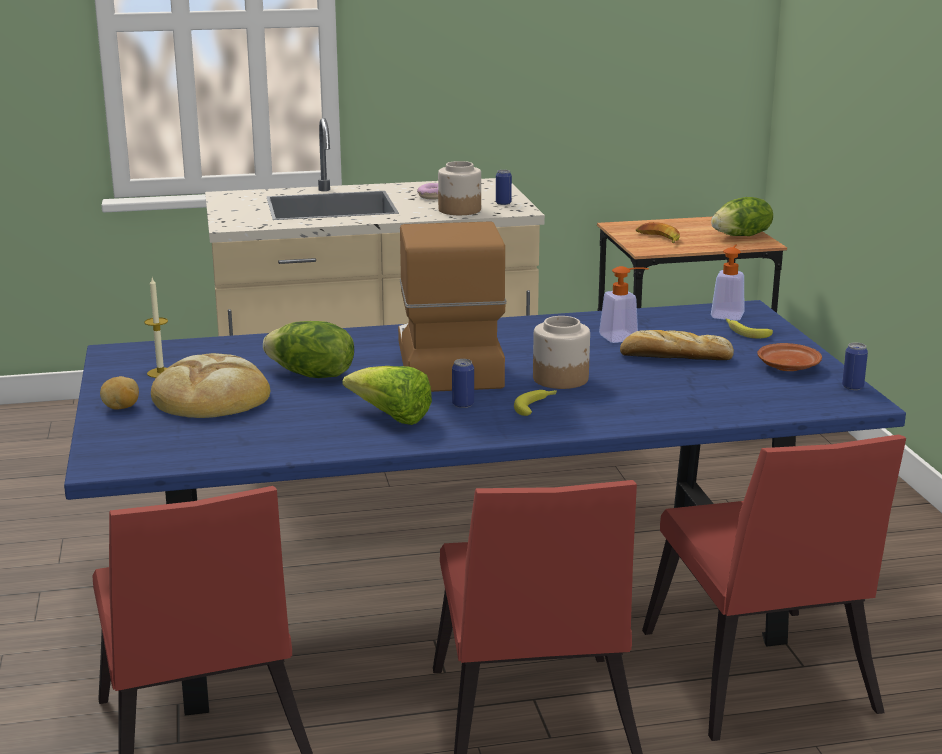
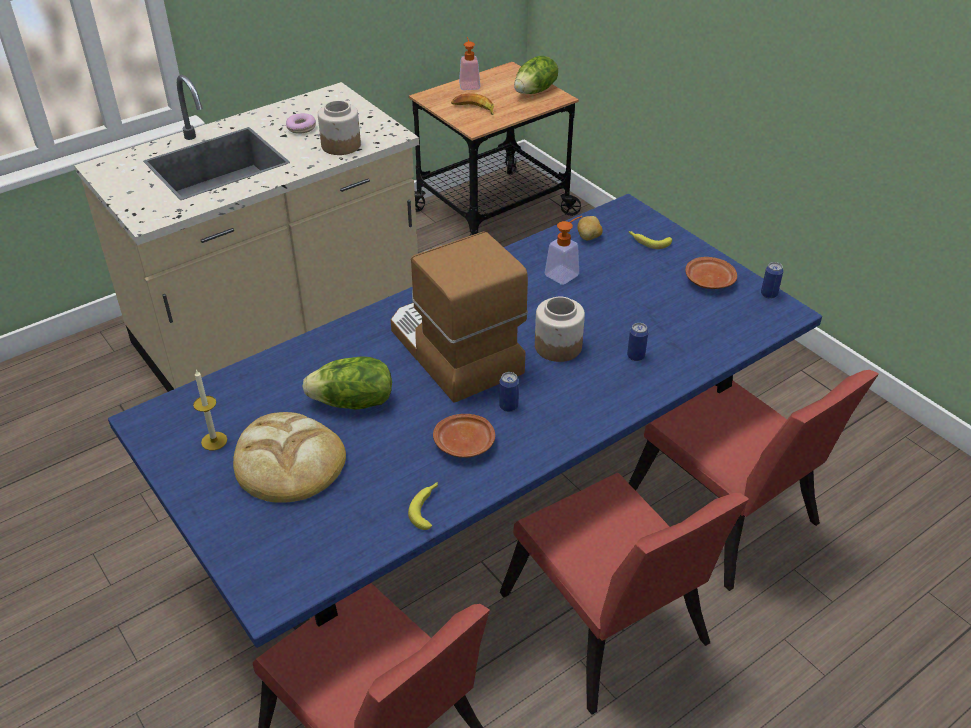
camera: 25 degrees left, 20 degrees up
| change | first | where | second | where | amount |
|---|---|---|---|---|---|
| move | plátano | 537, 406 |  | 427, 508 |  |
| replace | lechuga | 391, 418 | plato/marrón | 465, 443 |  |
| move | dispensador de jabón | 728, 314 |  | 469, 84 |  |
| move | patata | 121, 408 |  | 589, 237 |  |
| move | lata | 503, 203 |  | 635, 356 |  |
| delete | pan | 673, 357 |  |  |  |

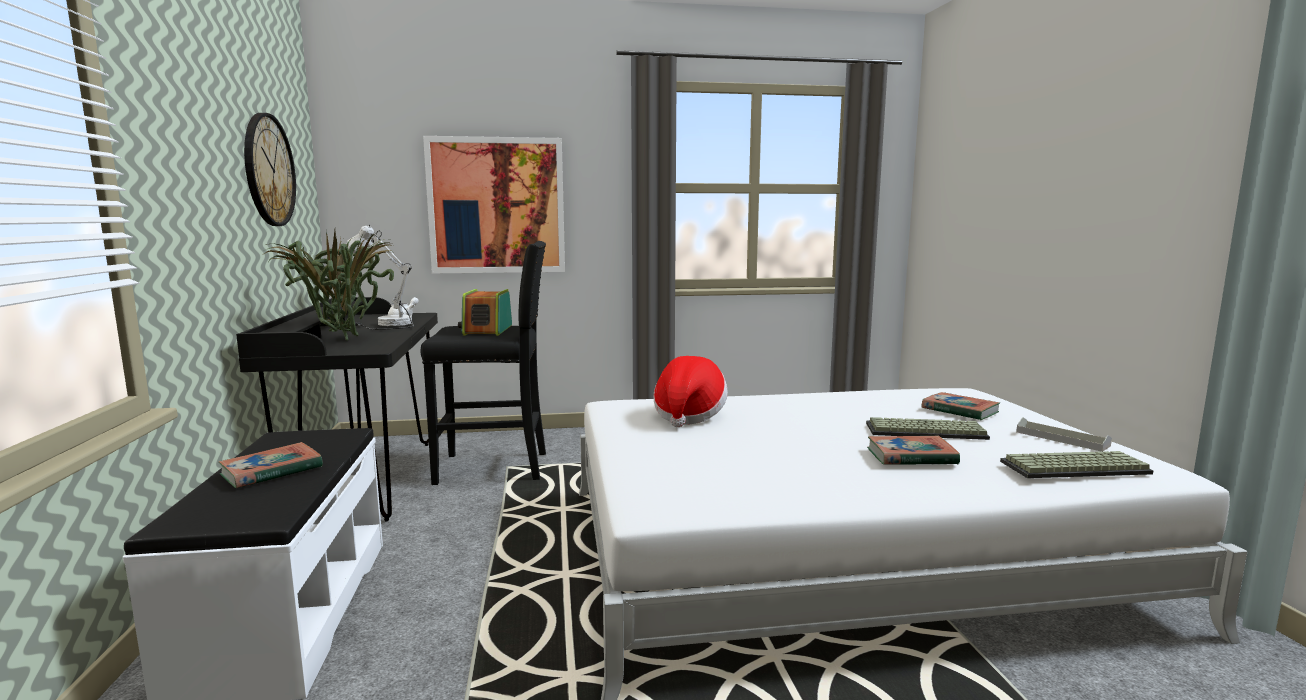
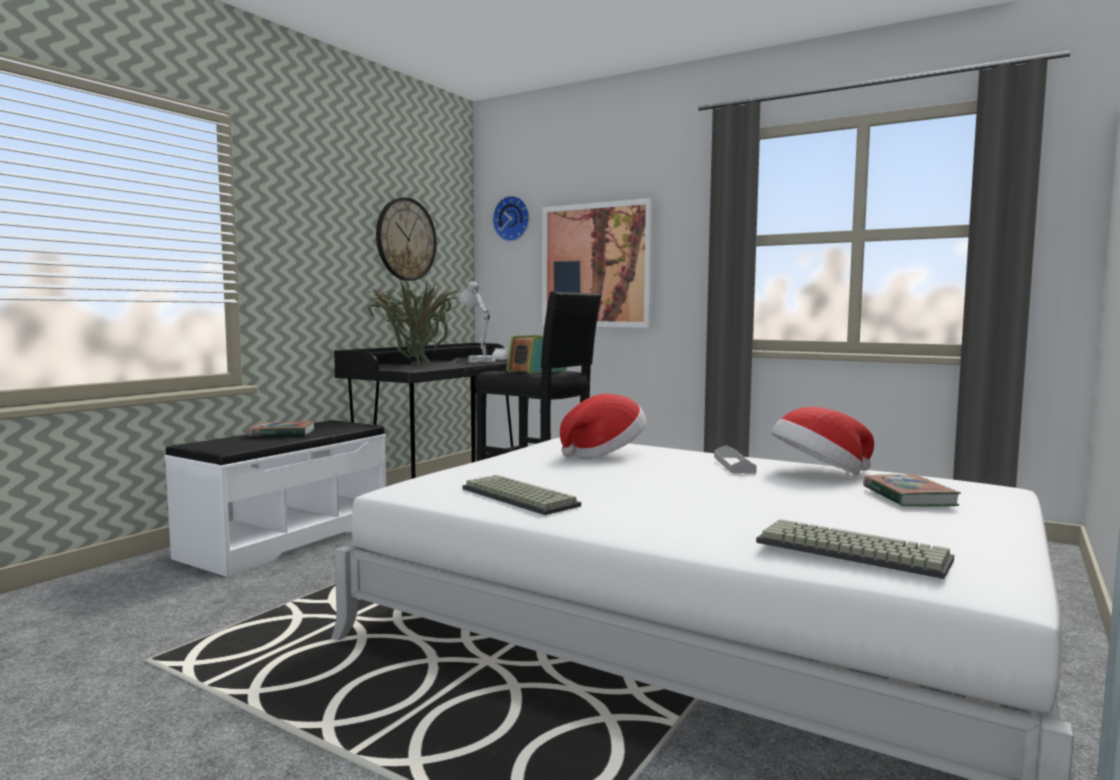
camera: 40 degrees right, 5 degrees down
| change | first | where | second | where | amount |
|---|---|---|---|---|---|
| move | teclado | 924, 431 |  | 516, 497 |  |
| insert |  |  | reloj de pared | 513, 219 |  |
| move | bandeja/gris | 1062, 439 |  | 734, 465 |  |
| insert |  |  | sombrero | 819, 474 |  |
| delete | libro | 911, 456 |  |  |  |

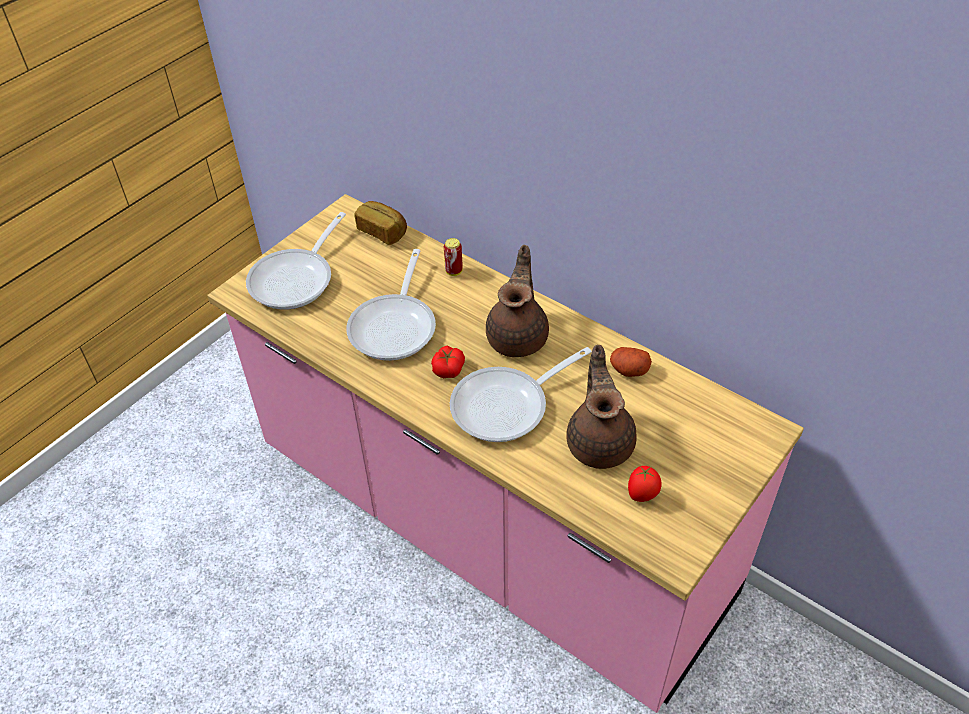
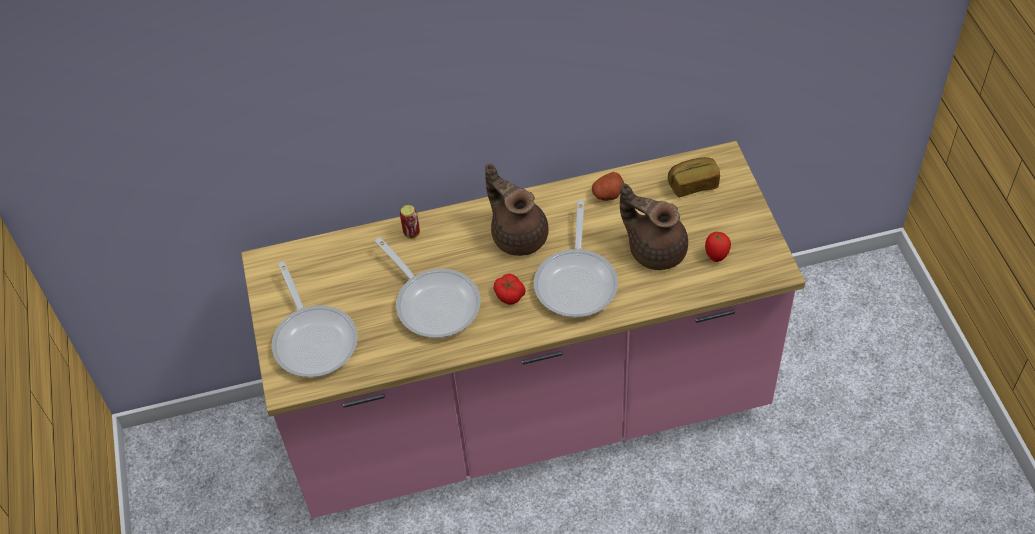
camera: 50 degrees left, 5 degrees up
| change | first | where | second | where | amount |
|---|---|---|---|---|---|
| move | pan | 383, 231 |  | 693, 184 |  |

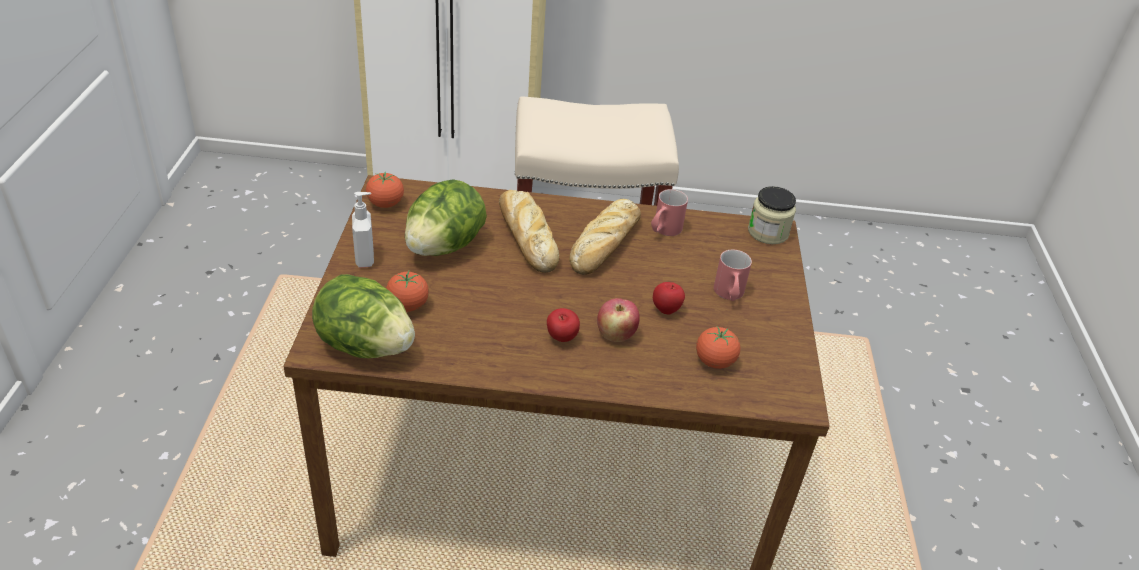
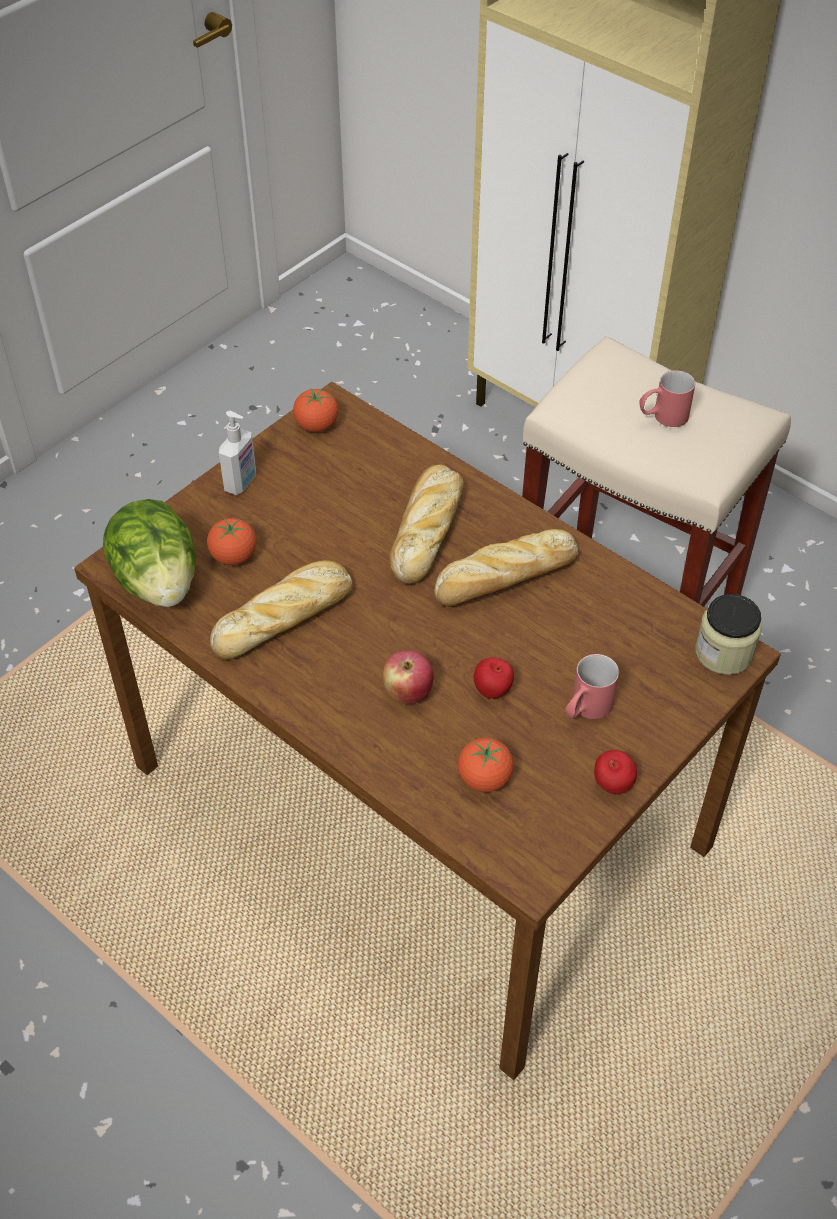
camera: 40 degrees right, 10 degrees up
| change | first | where | second | where | amount |
|---|---|---|---|---|---|
| insert |  |  | pan | 285, 616 |  |
| move | manzana | 561, 339 |  | 612, 785 |  |
| move | taza grande/rojo | 663, 231 |  | 662, 417 |  |
| delete | lechuga | 444, 246 |  |  |  |

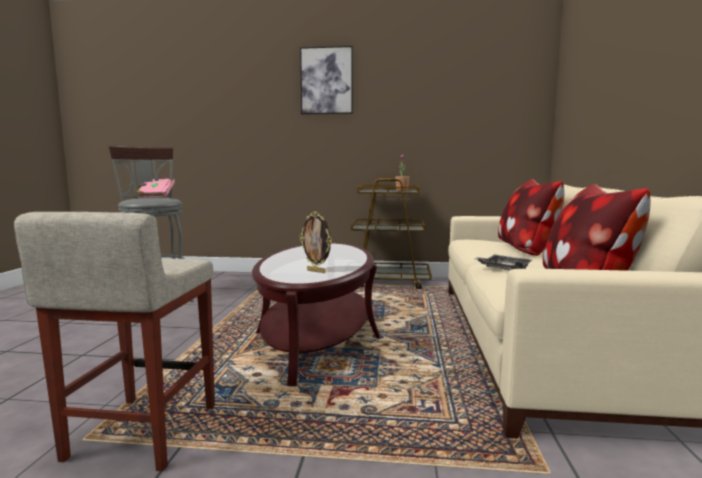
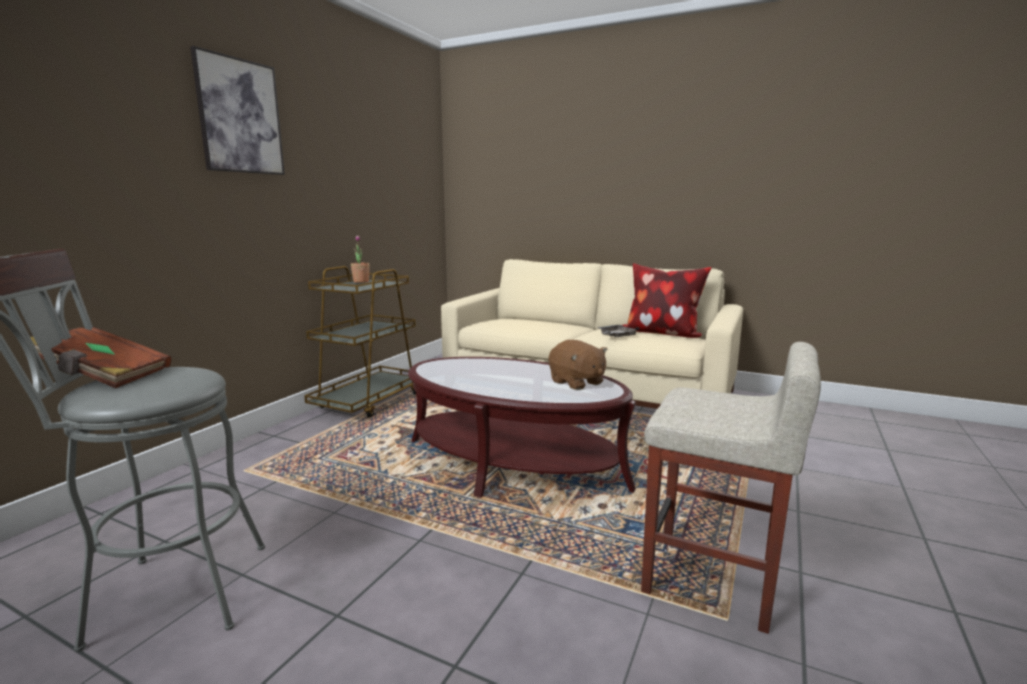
camera: 70 degrees left, 5 degrees up
| change | first | where | second | where | amount |
|---|---|---|---|---|---|
| recolor | libro/rosa | 156, 197 | libro/marrón | 104, 376 |  |
| replace | portarretratos | 316, 271 | peluche/marrón | 576, 382 |  |
| delete | cojín | 527, 249 |  |  |  |

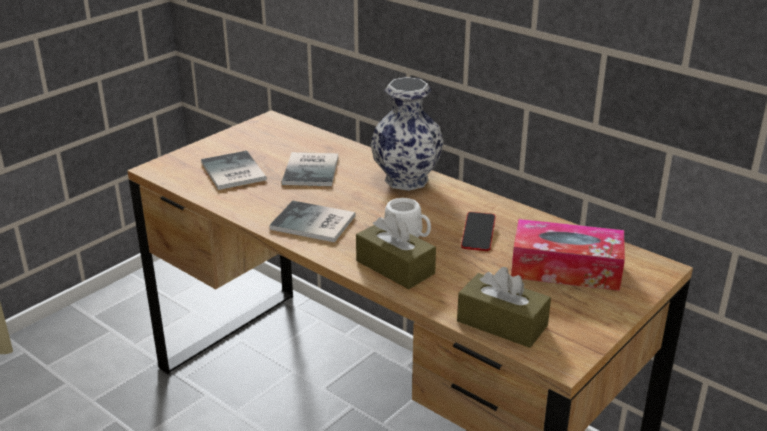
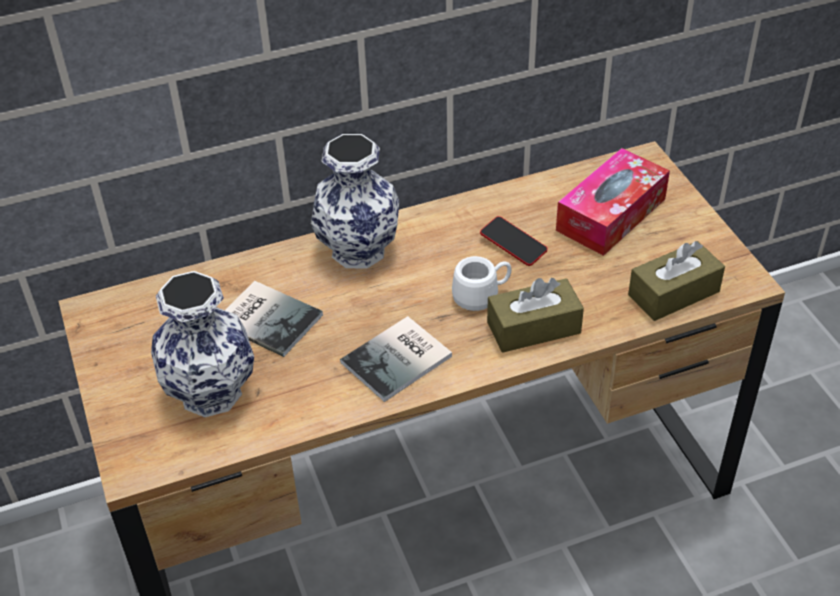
camera: 60 degrees left, 15 degrees up
| change | first | where | second | where | amount |
|---|---|---|---|---|---|
| replace | libro | 232, 172 | florero | 211, 394 |  |

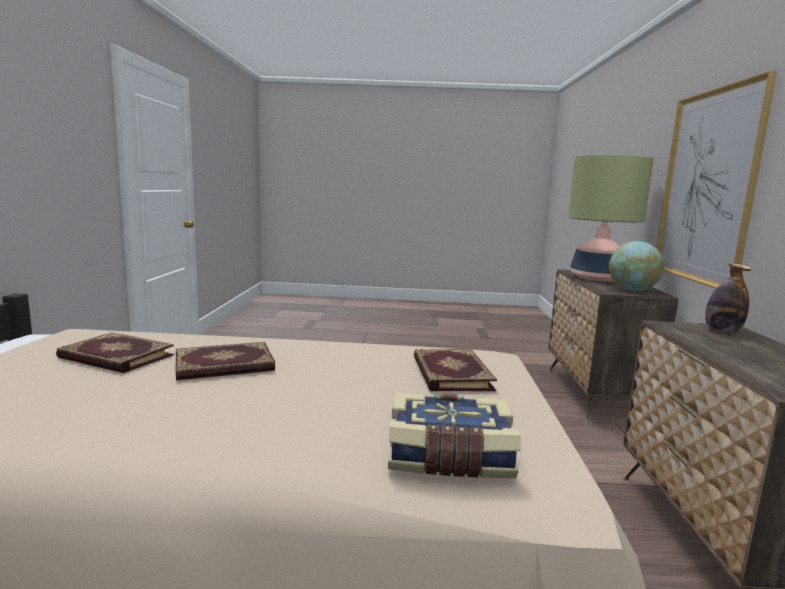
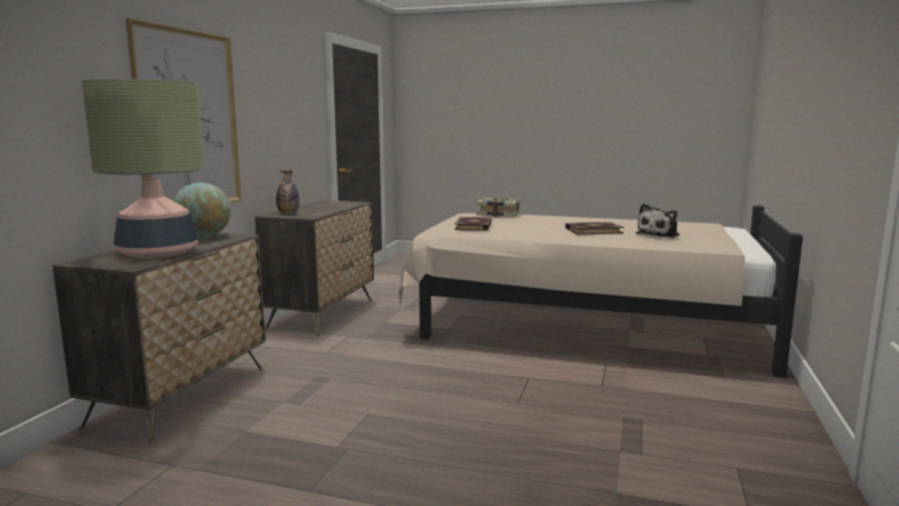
camera: 165 degrees left, 0 degrees up
| change | first | where | second | where | amount |
|---|---|---|---|---|---|
| replace | libro | 115, 357 | peluche | 659, 235 |  |

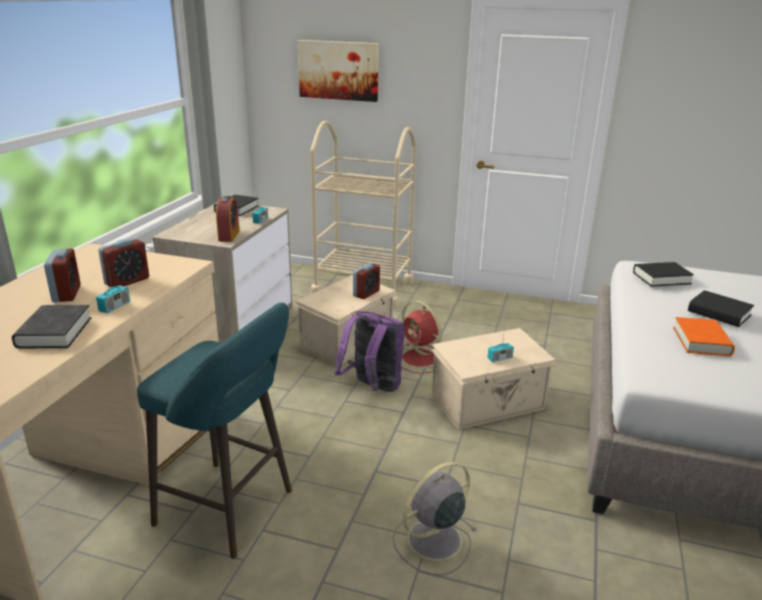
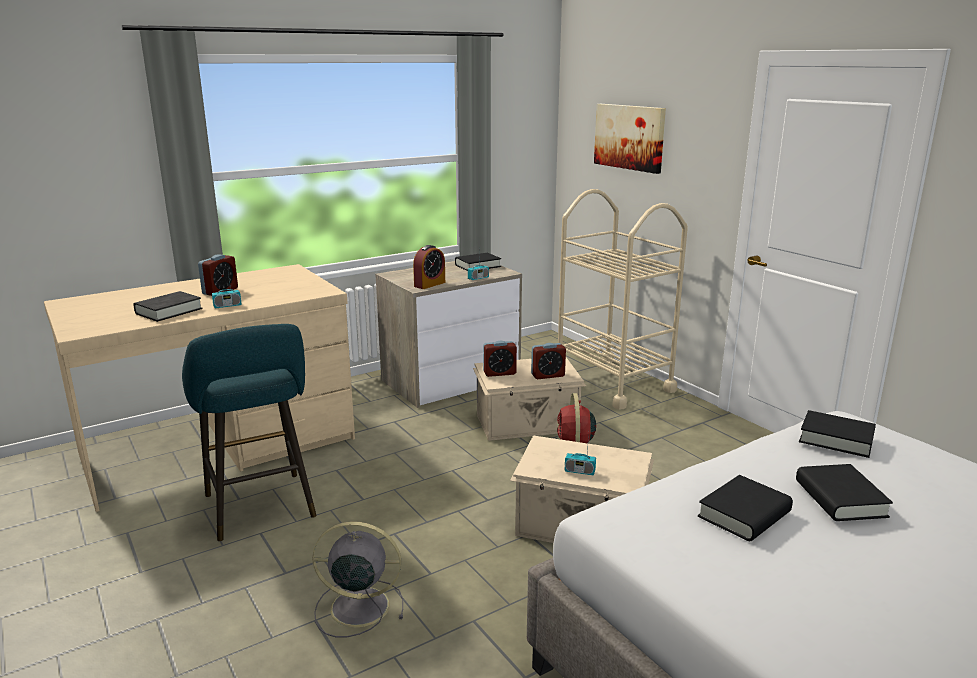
camera: 40 degrees right, 5 degrees down
| change | first | where | second | where | amount |
|---|---|---|---|---|---|
| move | despertador | 127, 281 |  | 499, 373 |  |
| recolor | libro/naranja | 701, 341 | libro/negro | 744, 515 |  |
| delete | mochila/morado | 372, 388 |  |  |  |

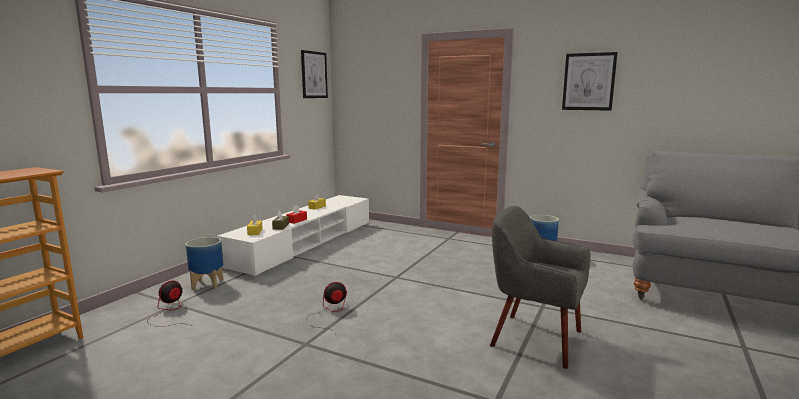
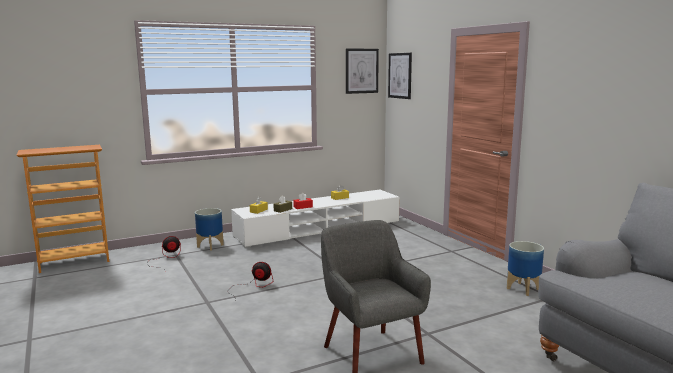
camera: 35 degrees right, 0 degrees up
| change | first | where | second | where | amount |
|---|---|---|---|---|---|
| move | cuadro | 588, 81 |  | 400, 75 |  |

